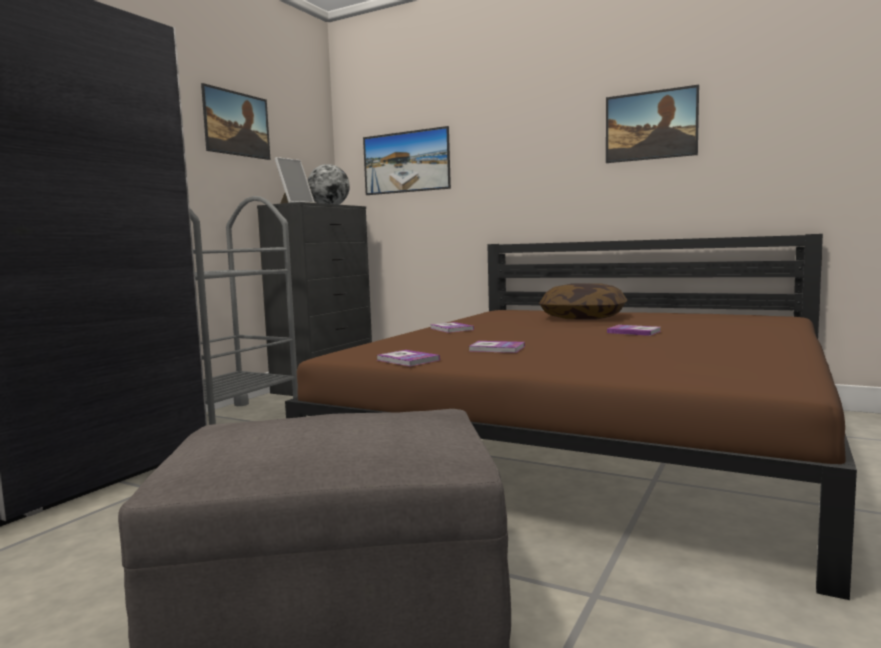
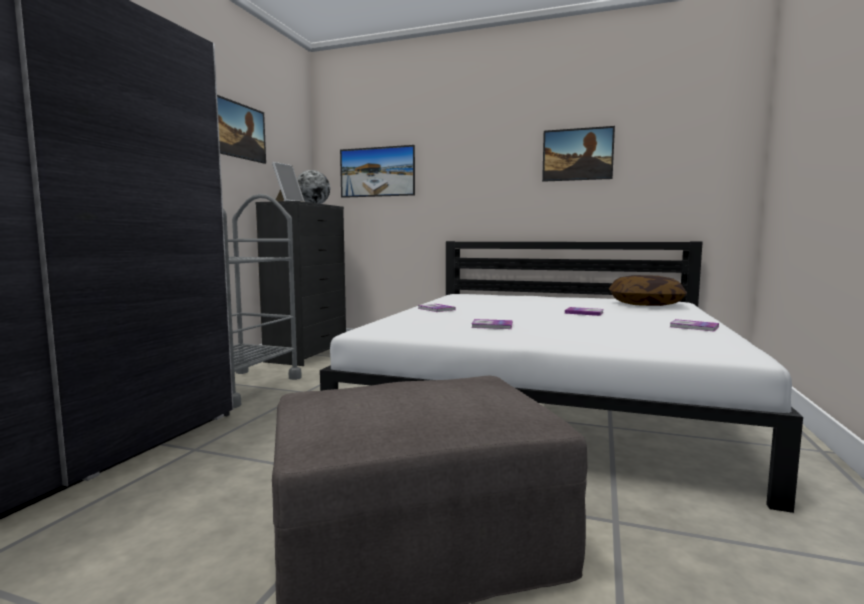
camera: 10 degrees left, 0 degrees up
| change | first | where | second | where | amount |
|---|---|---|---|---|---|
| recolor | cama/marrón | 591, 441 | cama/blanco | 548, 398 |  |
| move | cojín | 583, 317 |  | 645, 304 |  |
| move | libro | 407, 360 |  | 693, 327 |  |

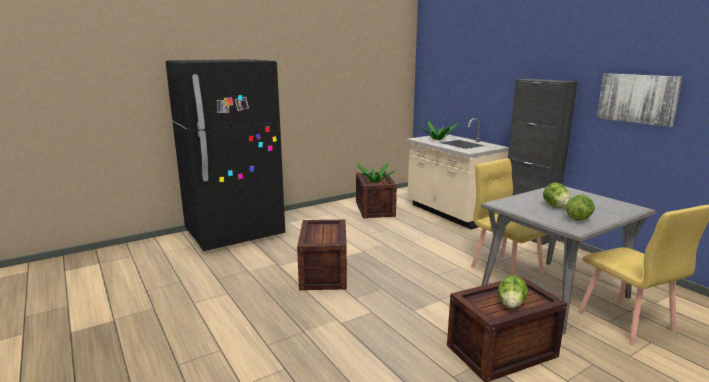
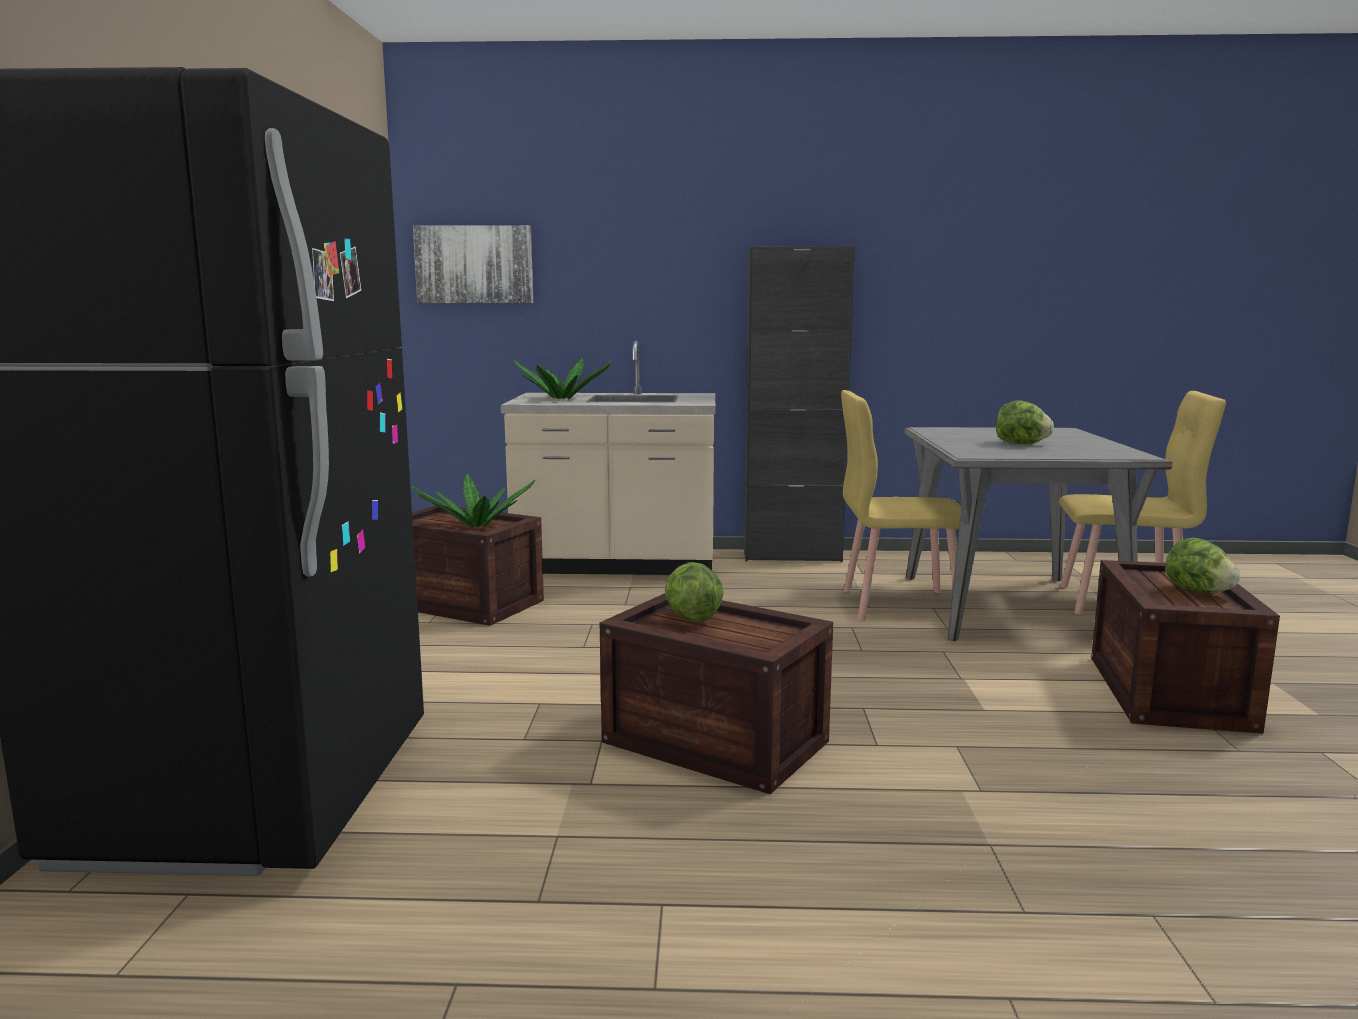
camera: 55 degrees left, 5 degrees down
| change | first | where | second | where | amount |
|---|---|---|---|---|---|
| move | cuadro | 637, 98 |  | 474, 264 |  |
| move | lechuga | 578, 219 |  | 691, 618 |  |

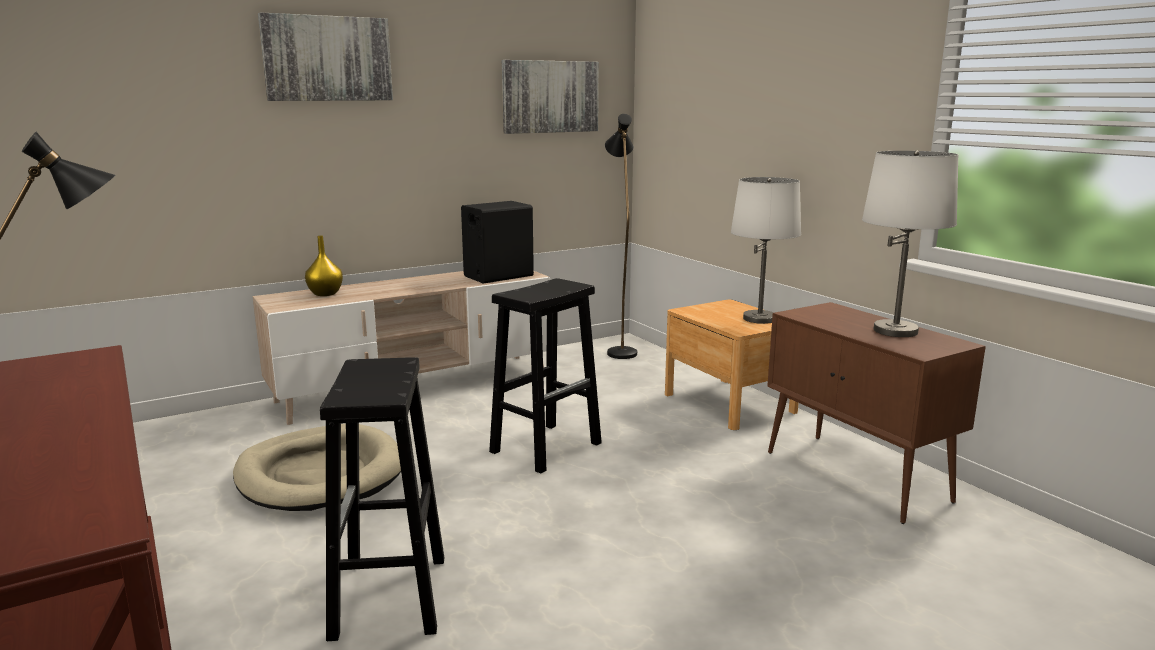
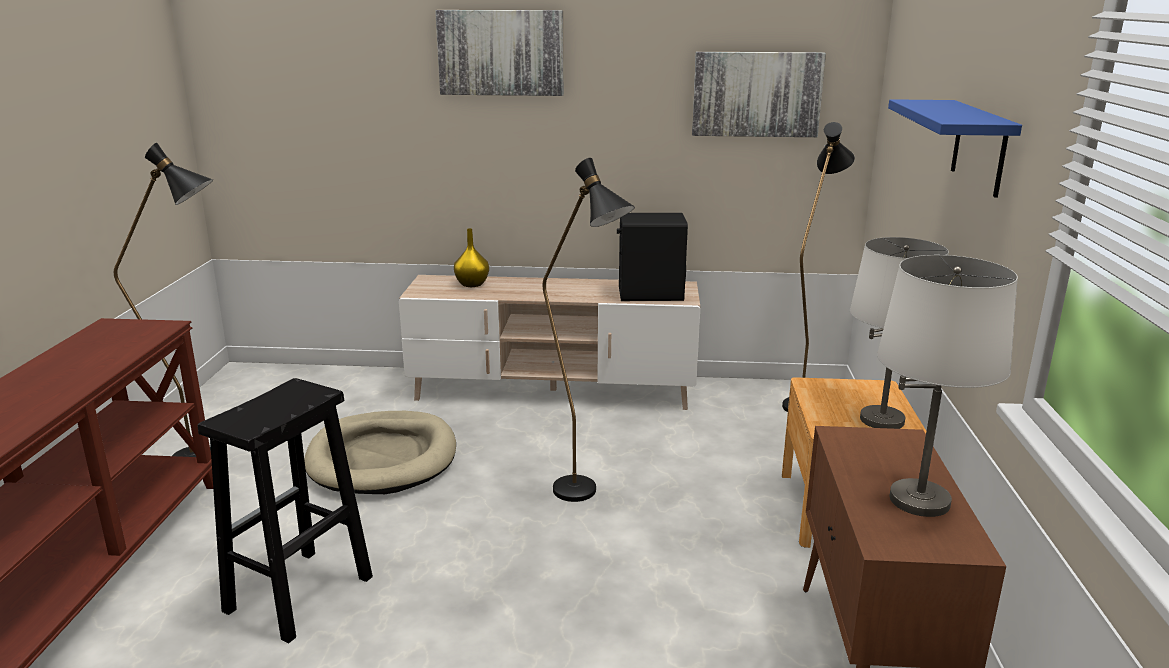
camera: 35 degrees right, 5 degrees up
| change | first | where | second | where | amount |
|---|---|---|---|---|---|
| replace | taburete/negro | 547, 447 | lámpara de pie/negro | 586, 496 |  |
| insert |  |  | estante/azul | 979, 147 |  |

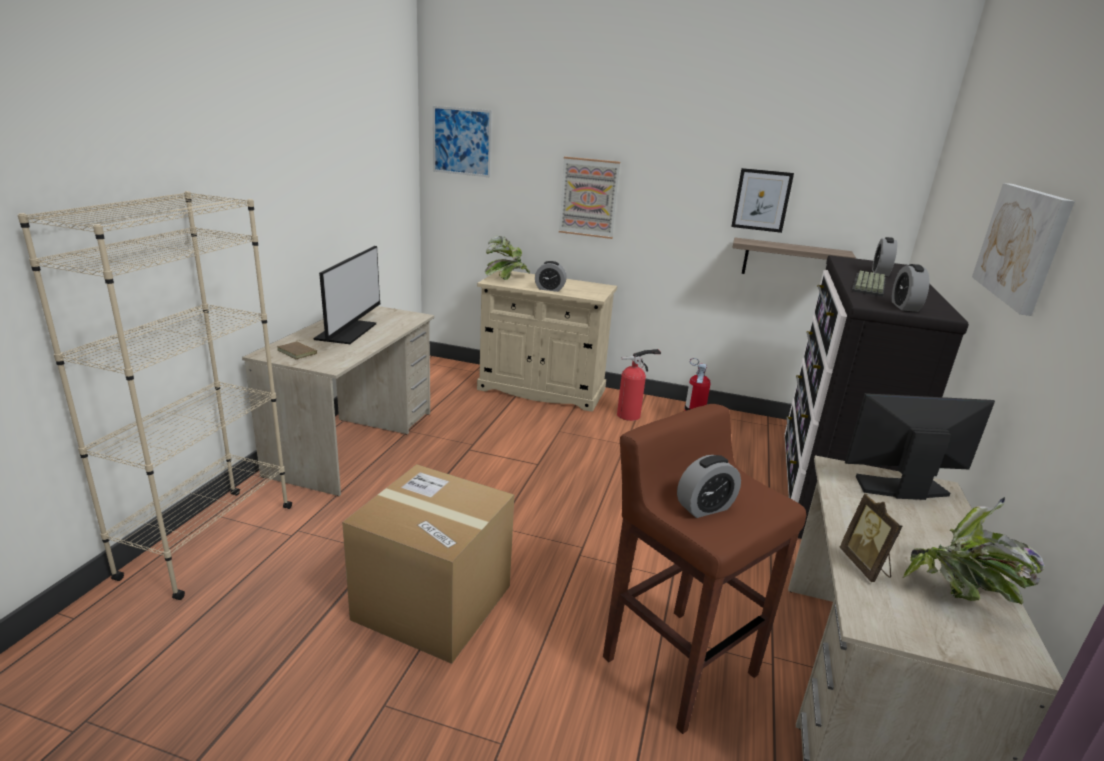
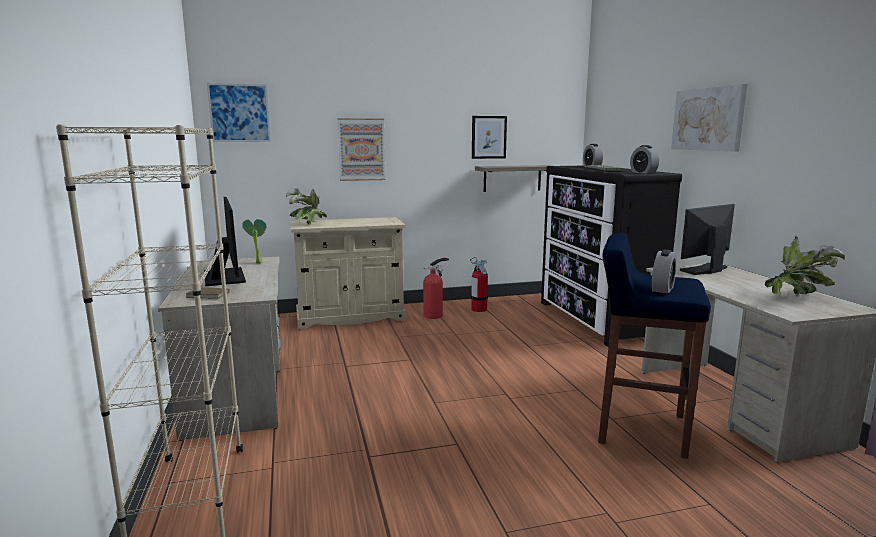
camera: 30 degrees left, 10 degrees down
| change | first | where | second | where | amount |
|---|---|---|---|---|---|
| insert |  |  | planta en maceta | 257, 262 |  |
| recolor | taburete/marrón | 678, 664 | taburete/azul | 639, 429 |  |
| delete | caja de cartón | 433, 602 |  |  |  |
| delete | despertador | 549, 289 |  |  |  |
| delete | portarretratos | 865, 566 |  |  |  |

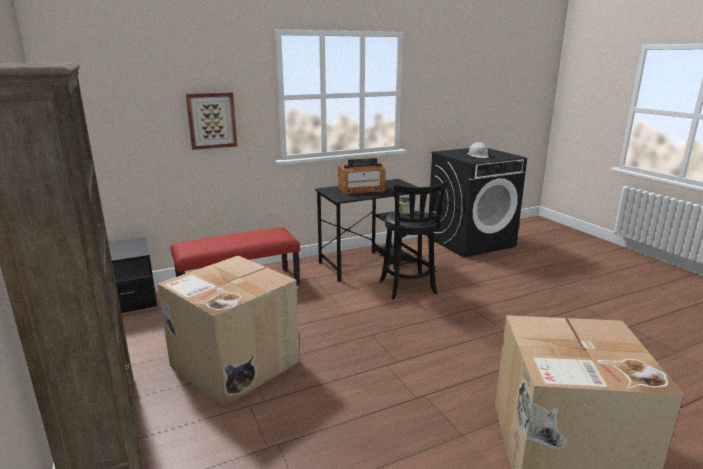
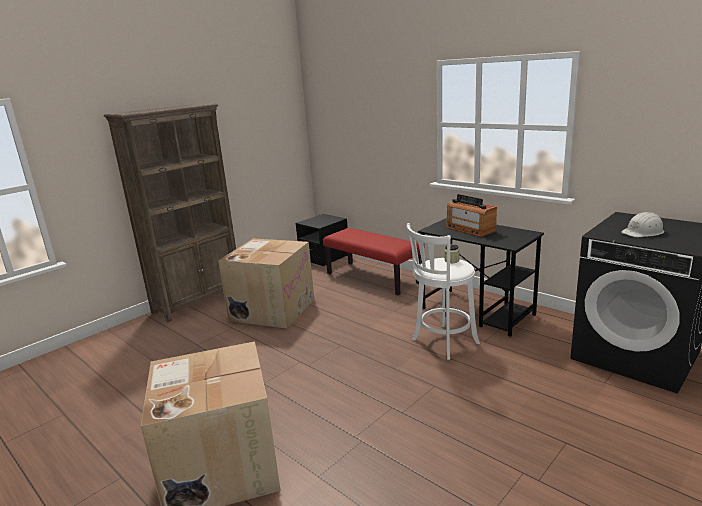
camera: 70 degrees right, 0 degrees up
| change | first | where | second | where | amount |
|---|---|---|---|---|---|
| recolor | taburete/negro | 408, 289 | taburete/blanco | 442, 343 |  |
| delete | cuadro | 211, 120 |  |  |  |

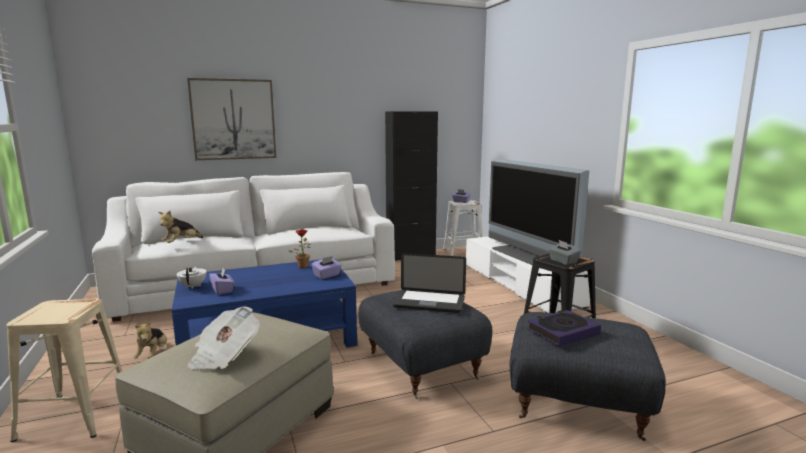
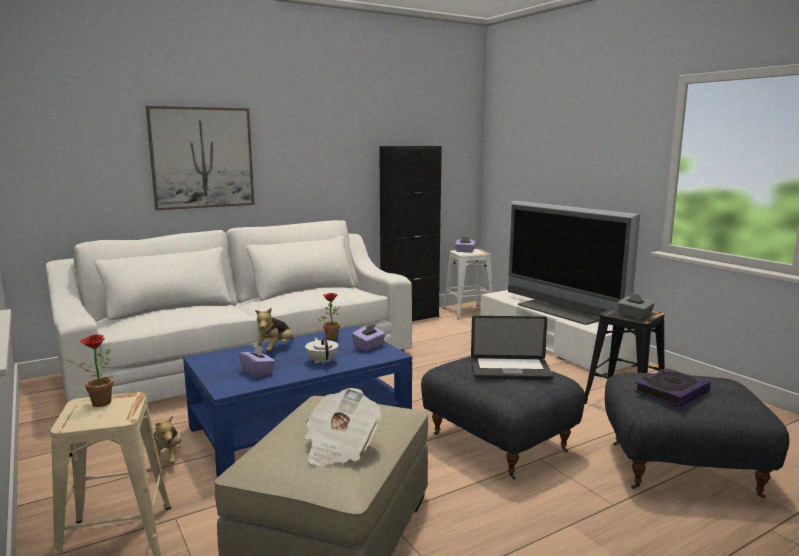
camera: 10 degrees left, 0 degrees up
| change | first | where | second | where | amount |
|---|---|---|---|---|---|
| insert |  |  | planta en maceta | 97, 404 |  |
| move | peluche | 181, 243 |  | 275, 349 |  |
| move | tetera/blanco | 193, 286 |  | 322, 361 |  |

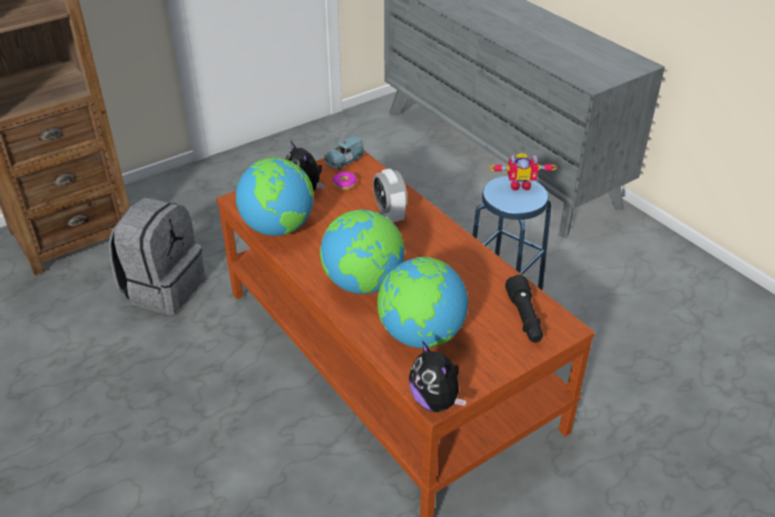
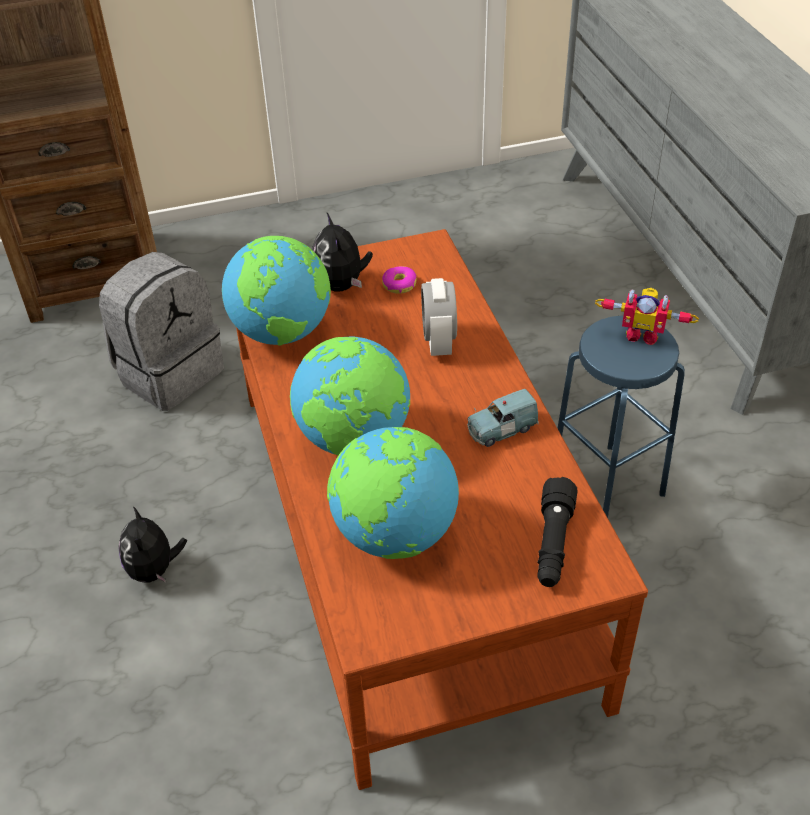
camera: 20 degrees right, 5 degrees up
| change | first | where | second | where | amount |
|---|---|---|---|---|---|
| move | peluche | 436, 401 |  | 154, 570 |  |
| move | coche de juguete/azul | 343, 161 |  | 501, 429 |  |

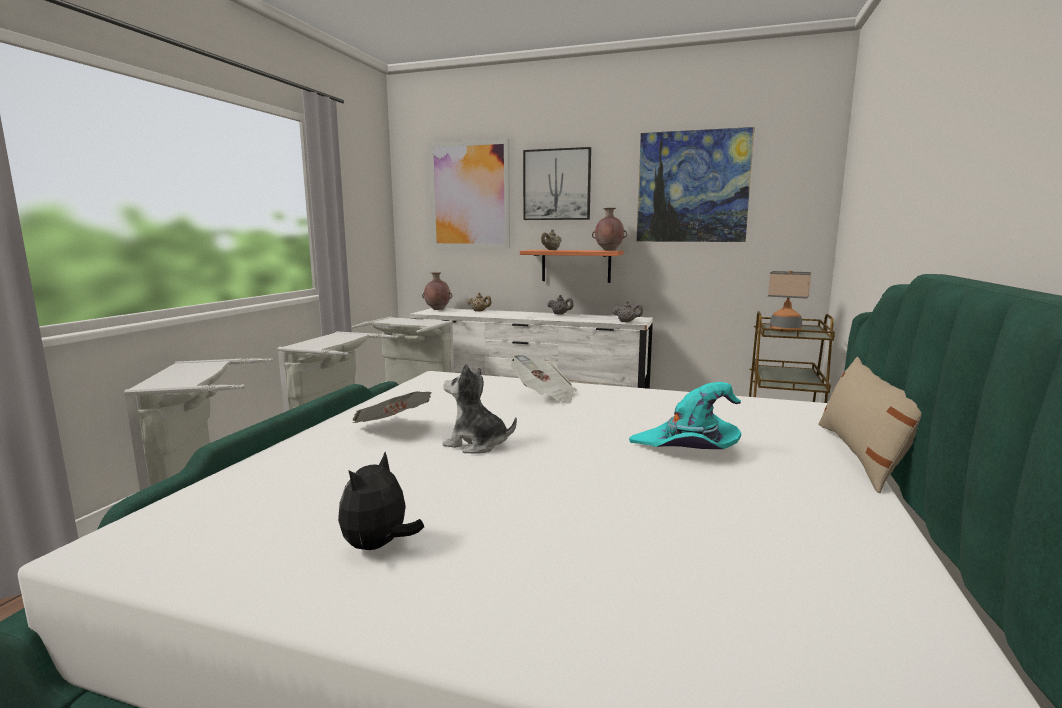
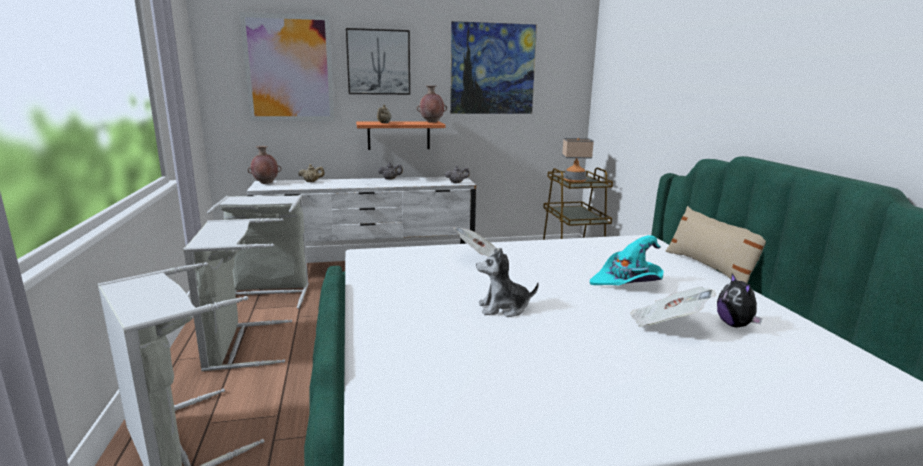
camera: 30 degrees left, 5 degrees up
| change | first | where | second | where | amount |
|---|---|---|---|---|---|
| move | periódico | 392, 429 |  | 666, 324 |  |
| move | peluche | 378, 546 |  | 735, 325 |  |

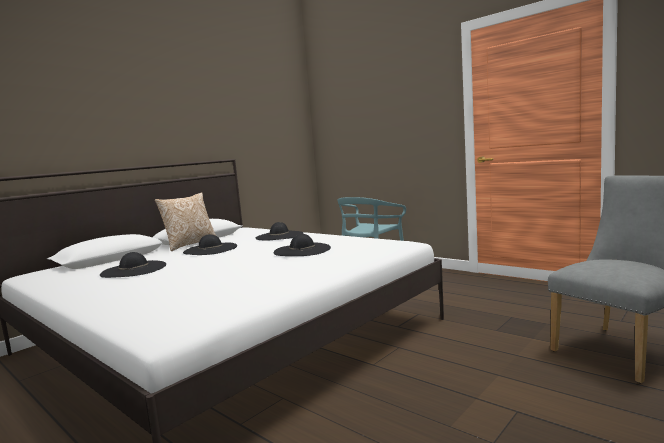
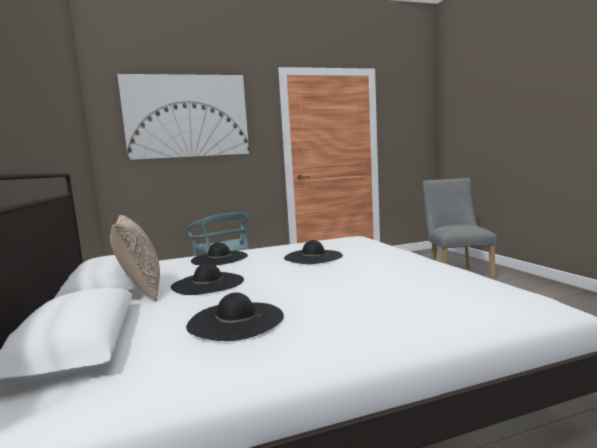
camera: 60 degrees left, 0 degrees up
| change | first | where | second | where | amount |
|---|---|---|---|---|---|
| insert |  |  | cuadro | 187, 116 |  |

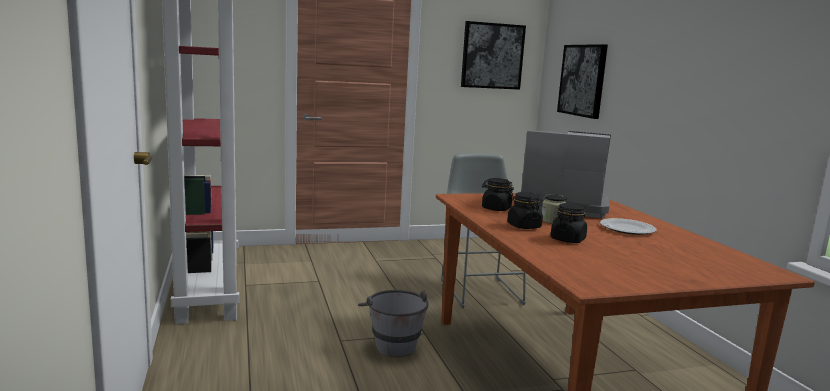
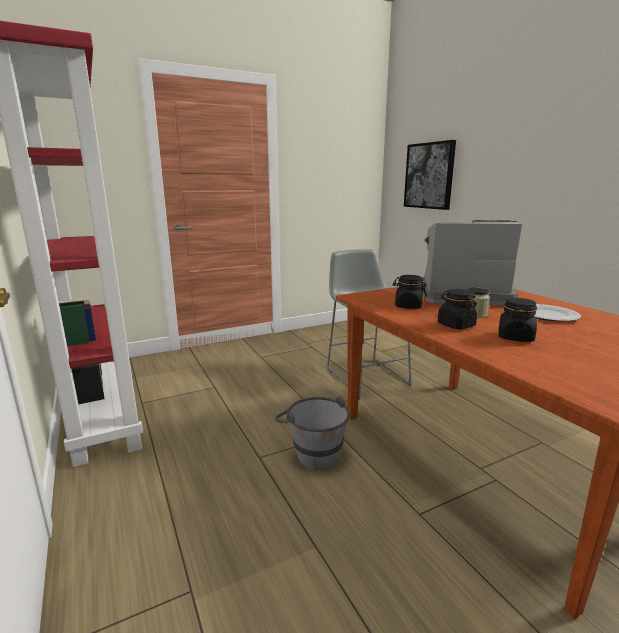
camera: 10 degrees left, 5 degrees up
| change | first | where | second | where | amount |
|---|---|---|---|---|---|
| delete | cuadro | 492, 56 |  |  |  |

